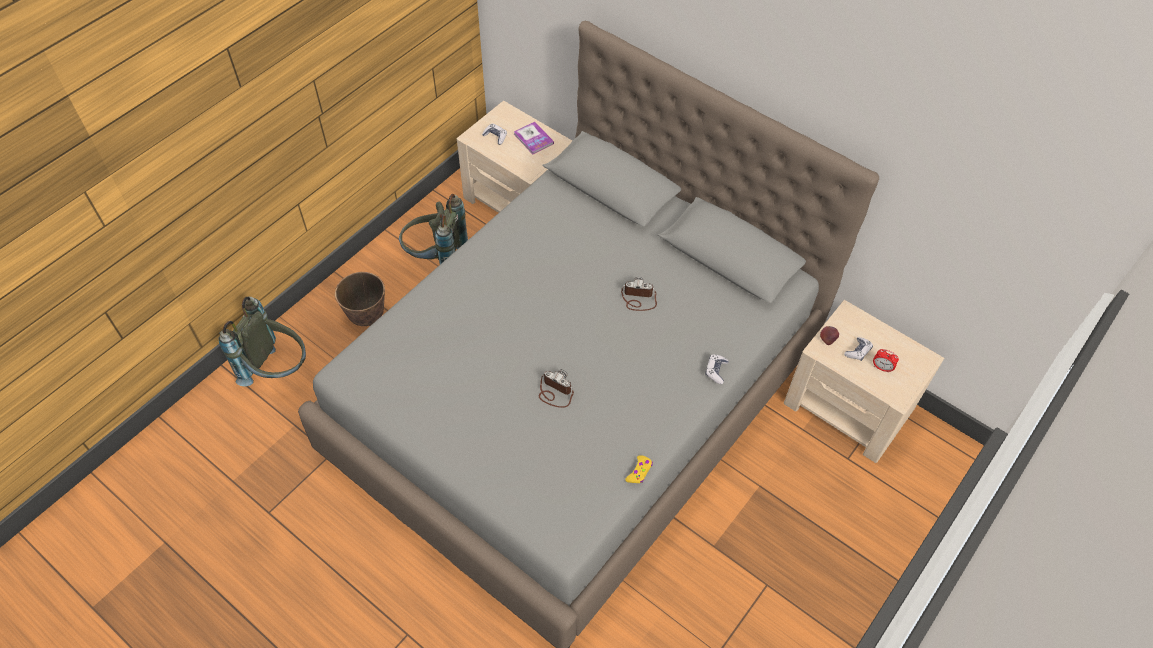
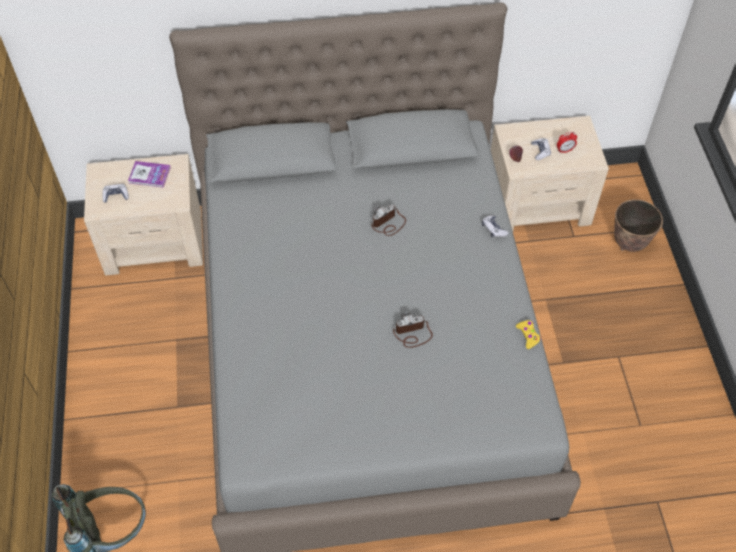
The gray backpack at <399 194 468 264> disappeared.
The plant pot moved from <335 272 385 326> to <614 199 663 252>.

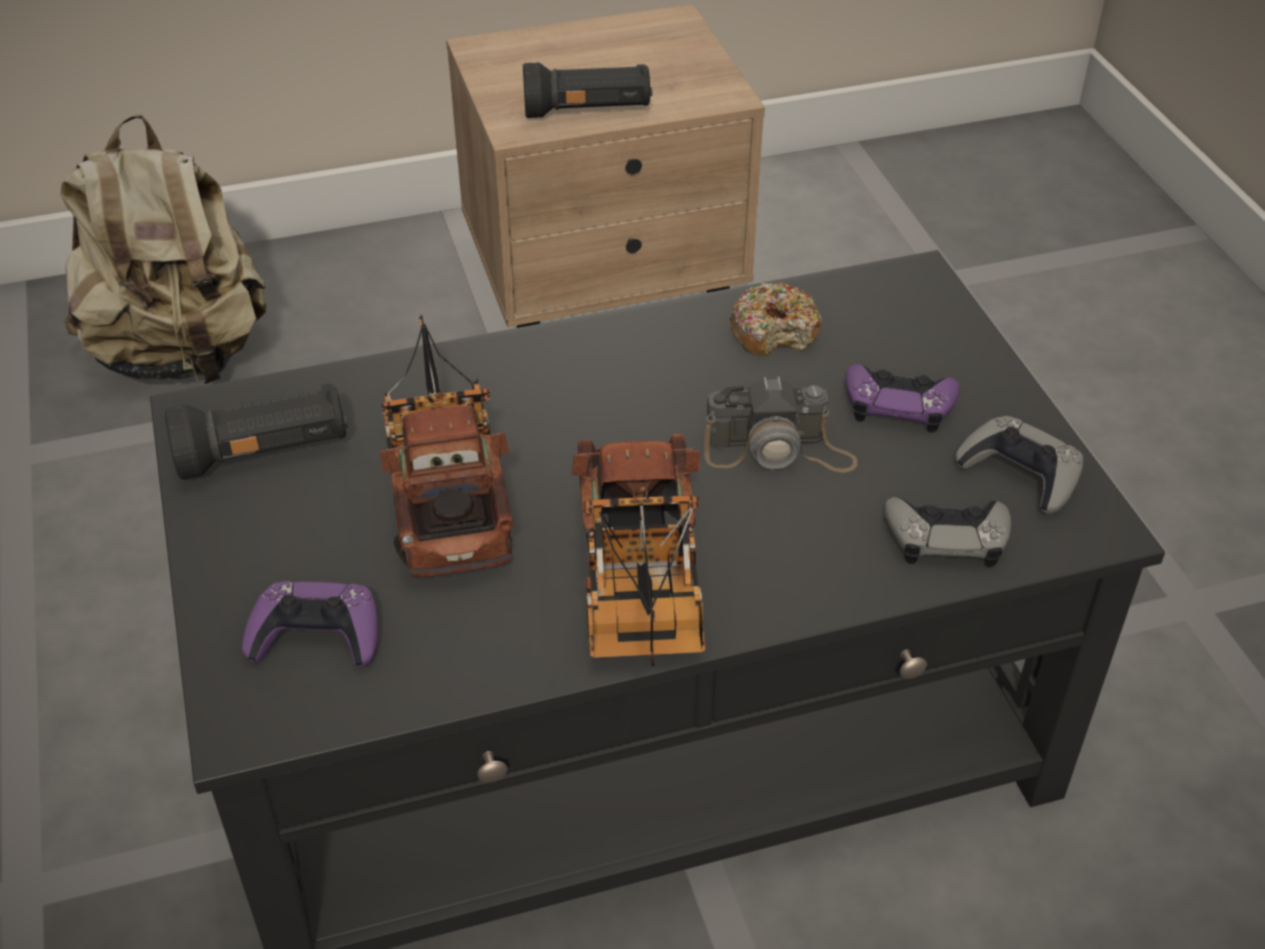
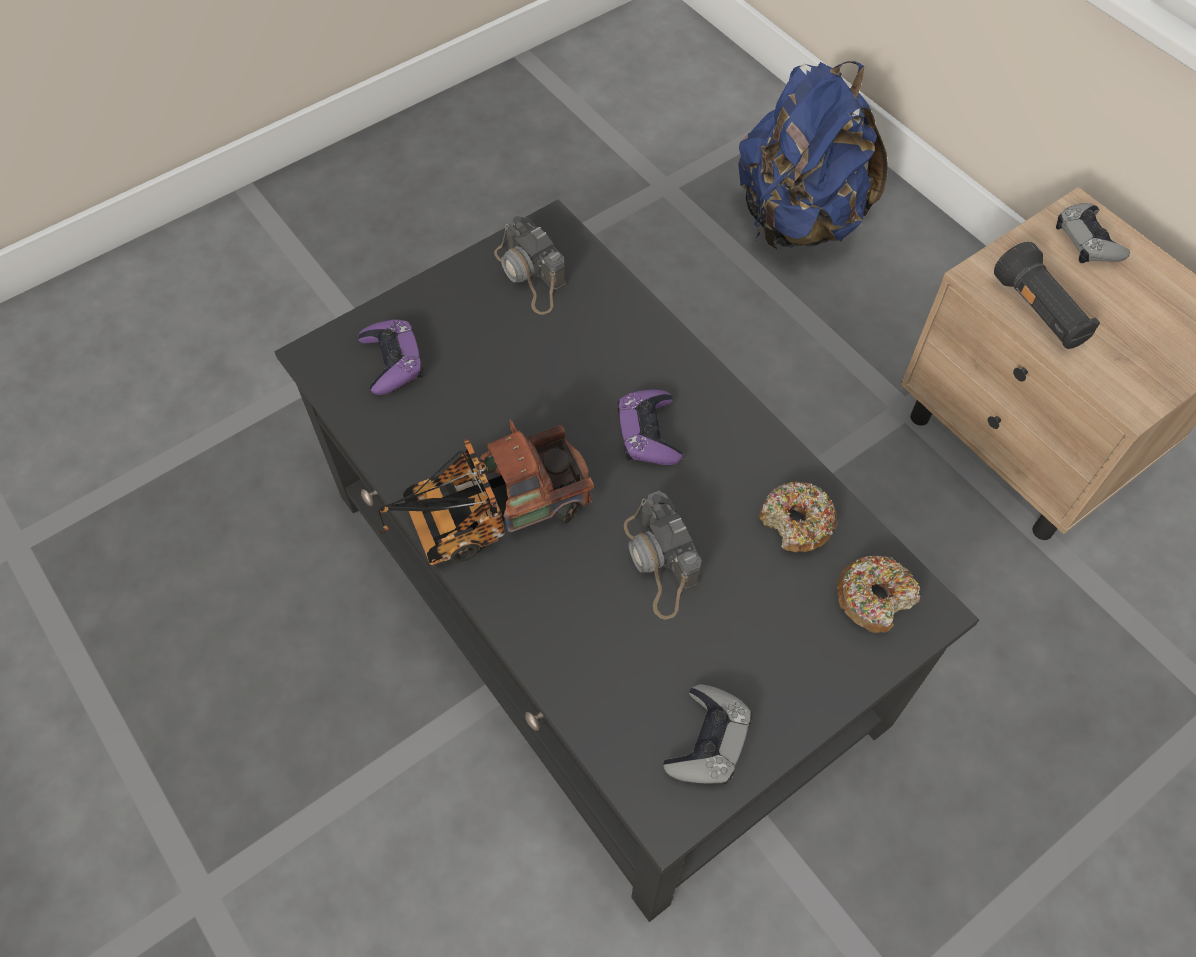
The model truck at <380 315 513 577> disappeared.
The donut at <837 556 921 633> appeared.
The purple-coloured gamepad moved from <845 364 960 433> to <617 390 683 465>.
The gray gamepad moved from <885 497 1011 567> to <1056 203 1130 263>.
The black-coloured flashlight at <164 383 348 479> was replaced by the still camera at <494 214 566 315>.
The beige-coloured backpack at <60 114 266 387> became the bluish backpack at <738 61 888 249>.

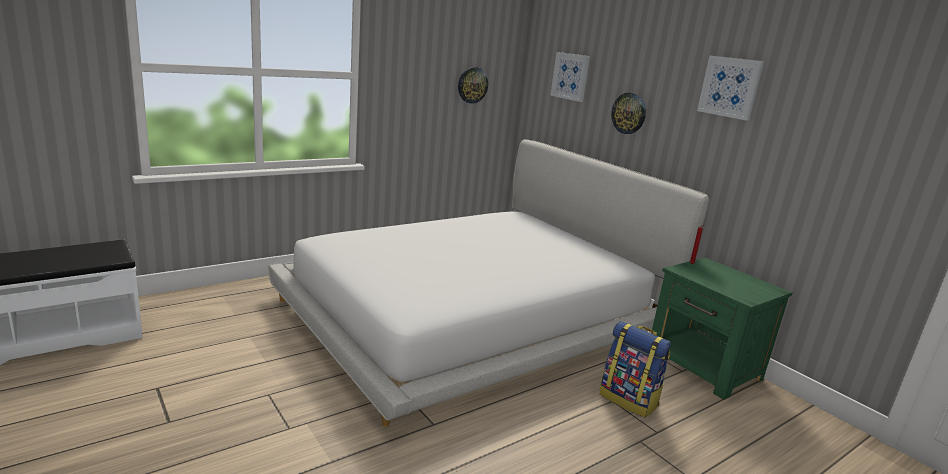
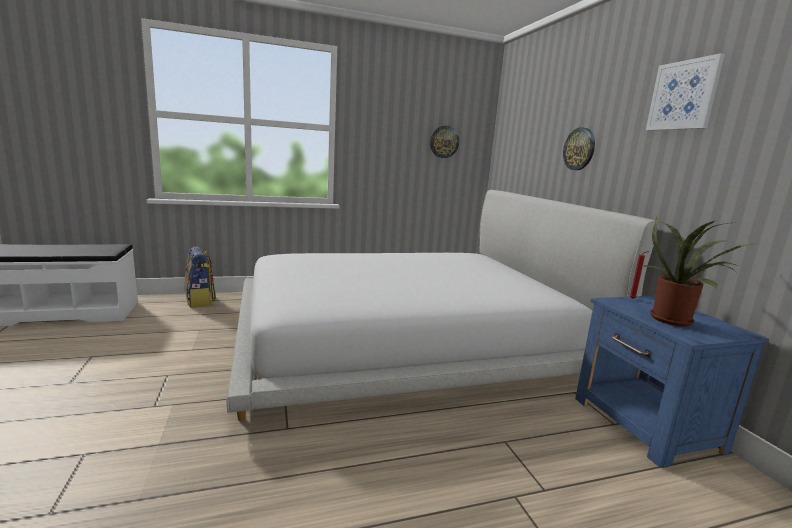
The wall picture at <550 52 590 102> disappeared.
The potted plant at <644 216 753 327> appeared.
The backpack moved from <599 321 671 418> to <185 247 216 308>.
The green-coloured nightstand at <651 257 792 400> became the bluish nightstand at <575 295 769 468>.

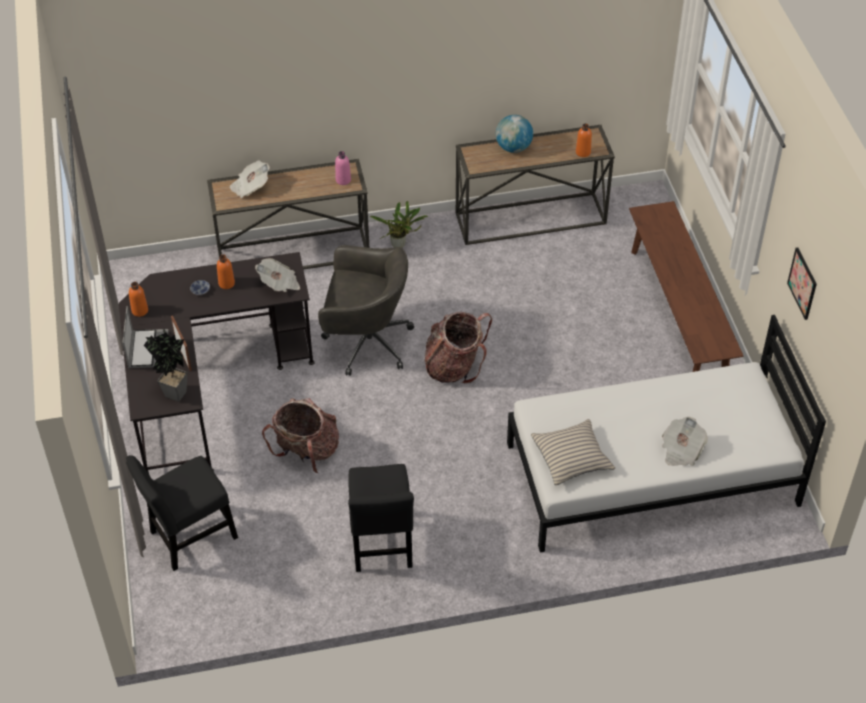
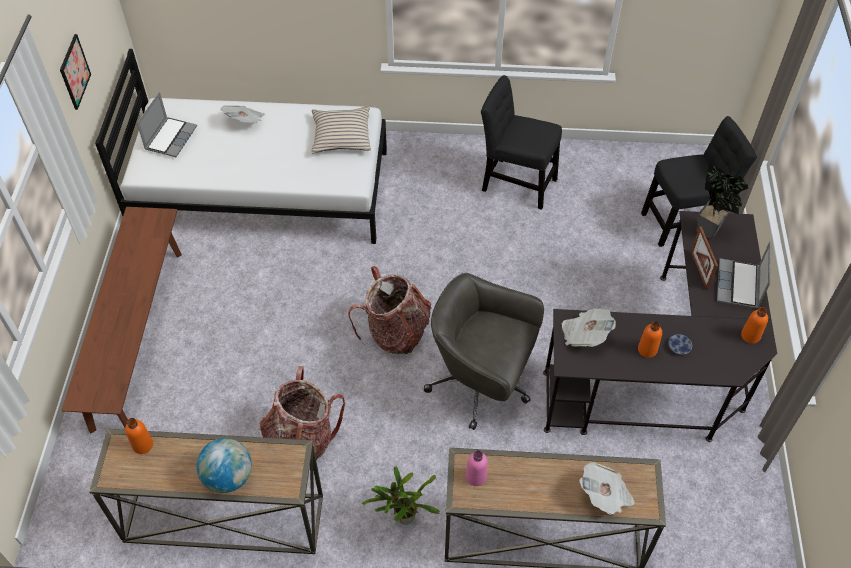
The portable computer at <137 92 197 157> appeared.
The backpack moved from <262 398 339 473> to <259 366 345 460>.
The black-coloured chair at <348 464 414 572> turned 75 degrees counterclockwise.

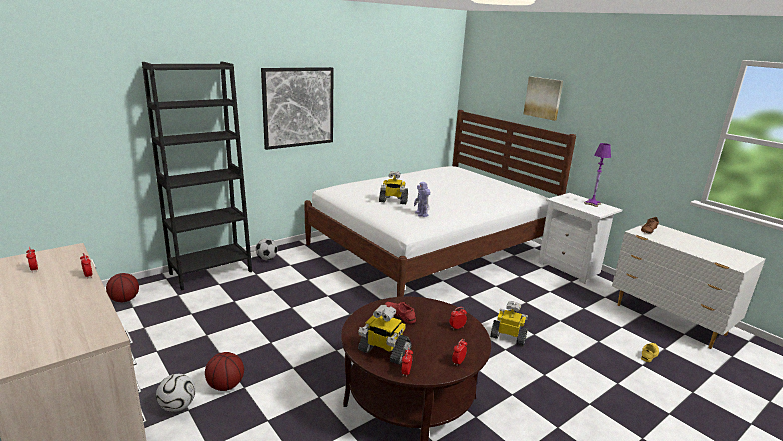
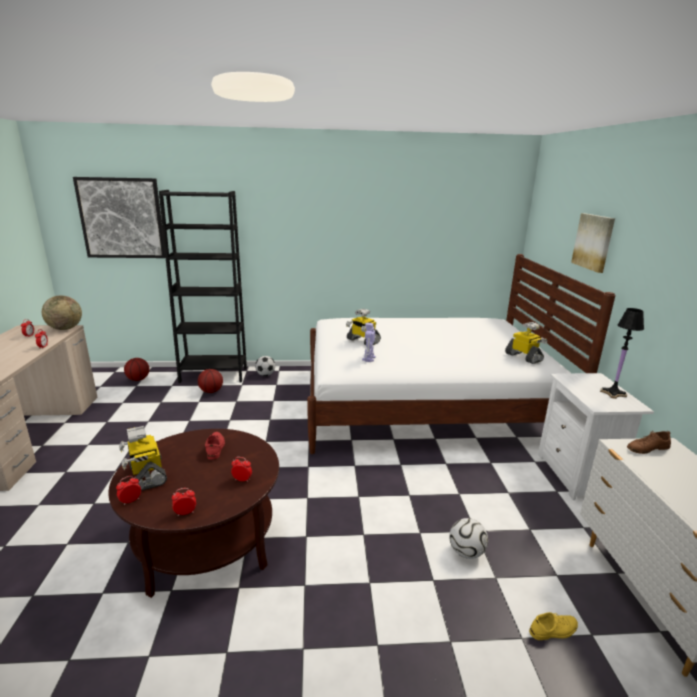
The desk globe at <42 296 82 330> appeared.
The ball for football moved from <156 374 195 412> to <449 518 488 559>.
The basketball moved from <205 352 244 391> to <198 369 223 393>.
The wall picture moved from <261 67 334 150> to <73 177 166 258>.
The toy robot moved from <490 301 528 346> to <505 322 547 364>.
The purple-coloured tabletop lamp at <584 143 611 207> became the black-coloured tabletop lamp at <600 308 644 399>.

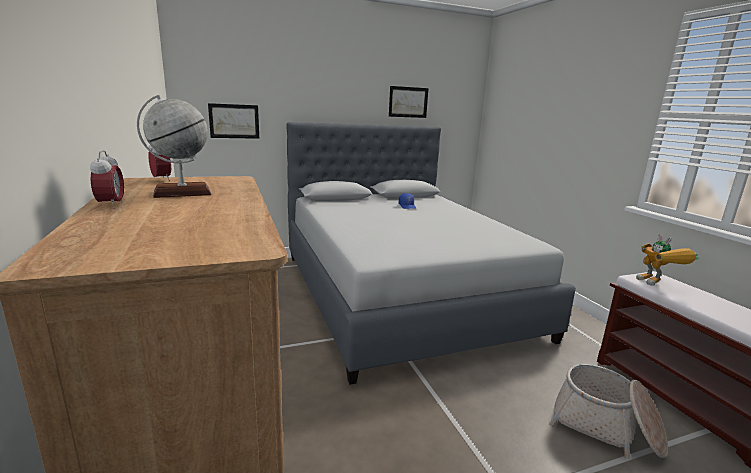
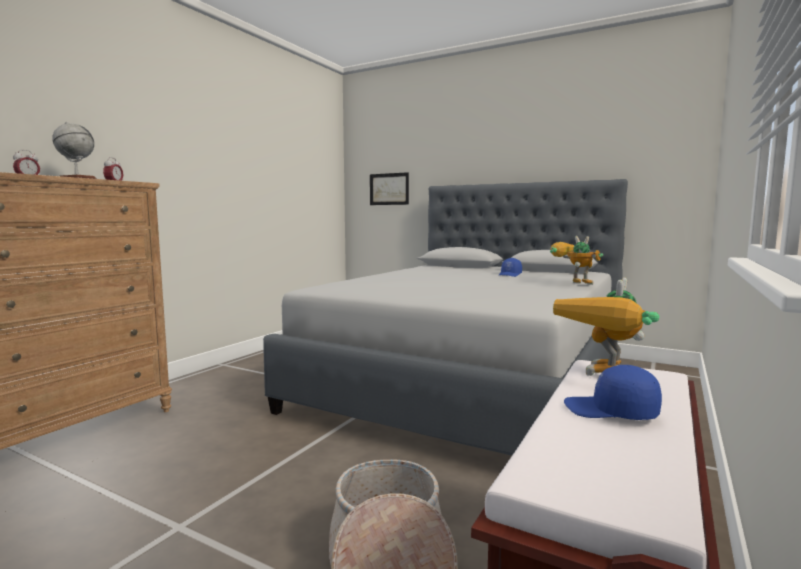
The wall picture at <389 86 429 118> disappeared.
The toy robot at <550 236 603 285> appeared.
The bluish baseball cap at <564 365 662 420> appeared.

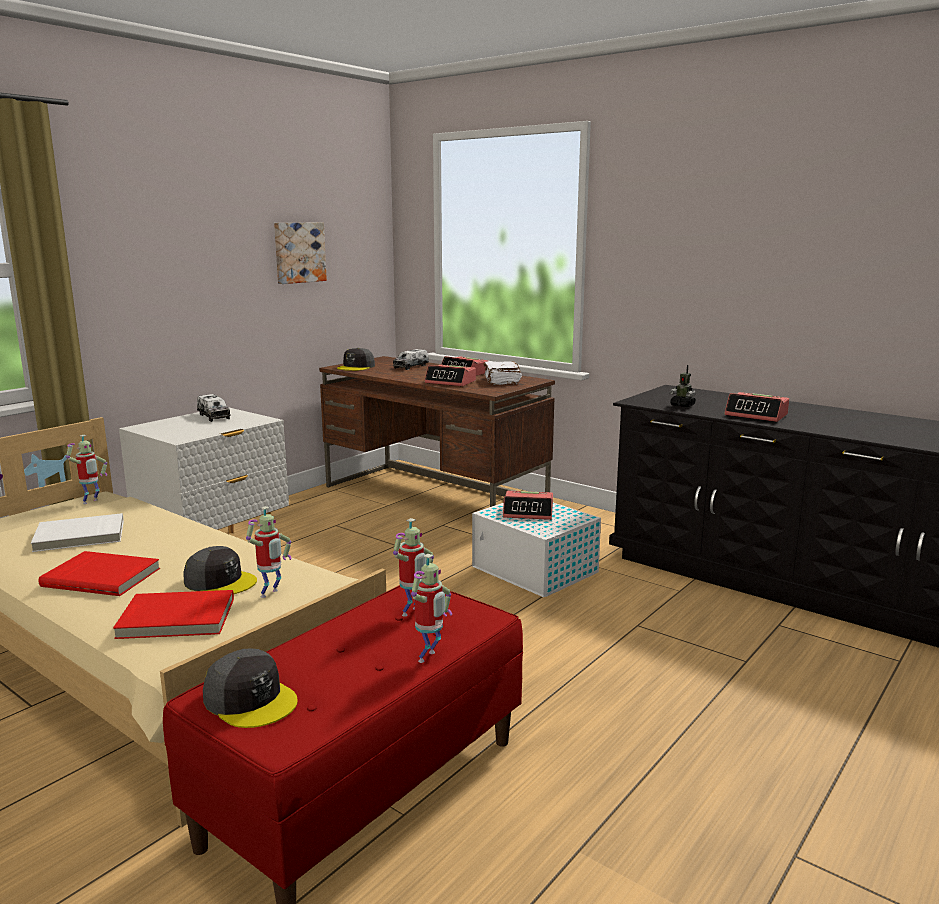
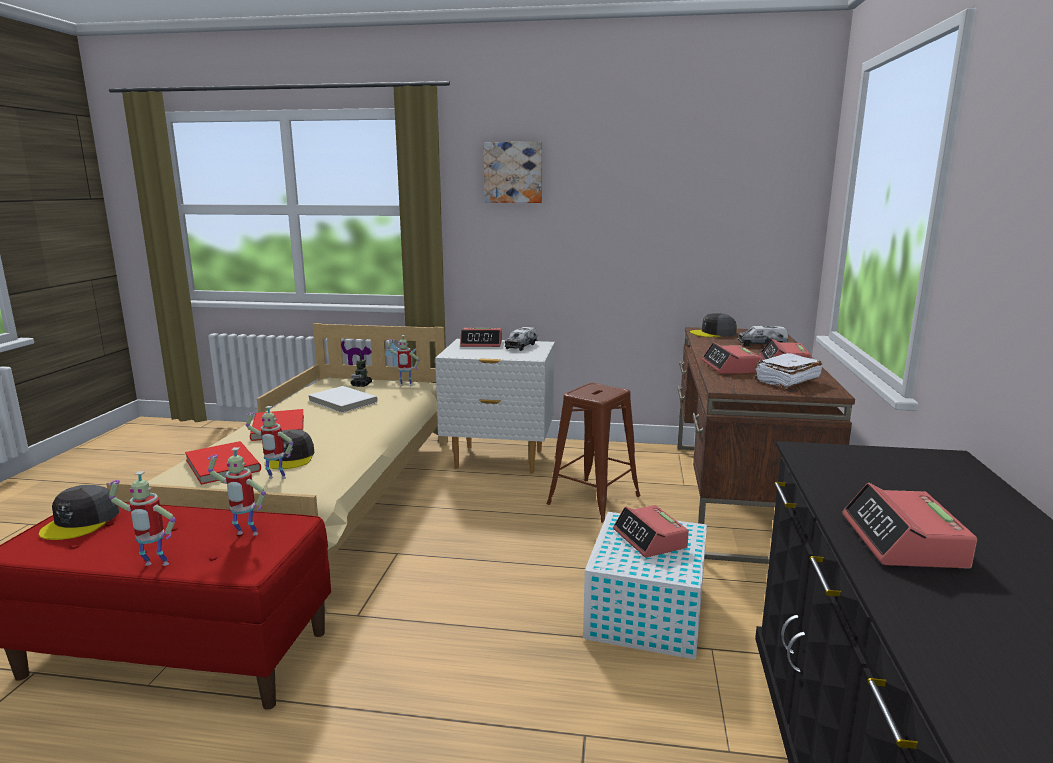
The bedside clock at <460 328 502 347> appeared.
The brown sitting stool at <546 383 640 523> appeared.
The wall picture moved from <274 223 327 284> to <483 142 542 203>.
The toy robot moved from <669 365 696 407> to <351 354 372 387>.

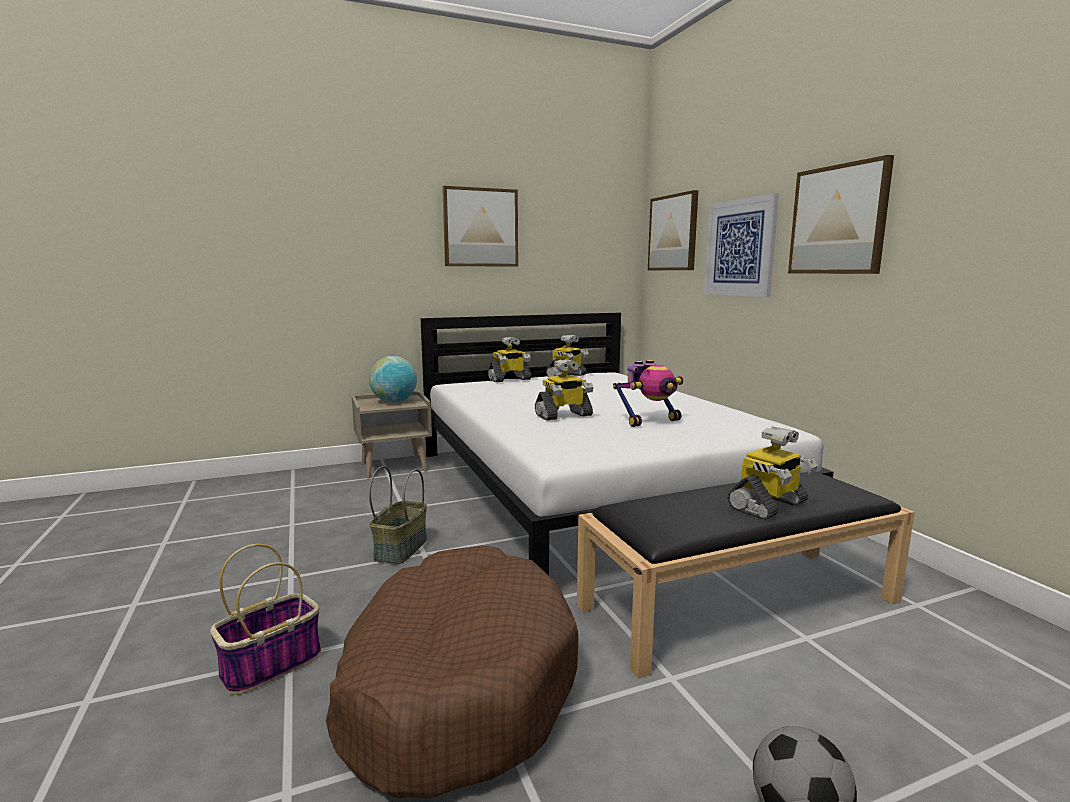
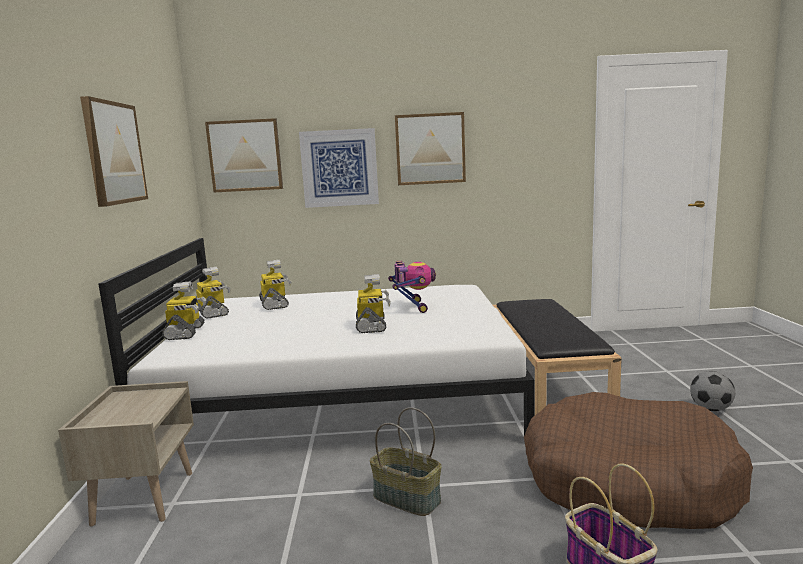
The desk globe at <369 356 417 403> disappeared.
The toy robot moved from <727 426 818 520> to <259 260 291 310>.

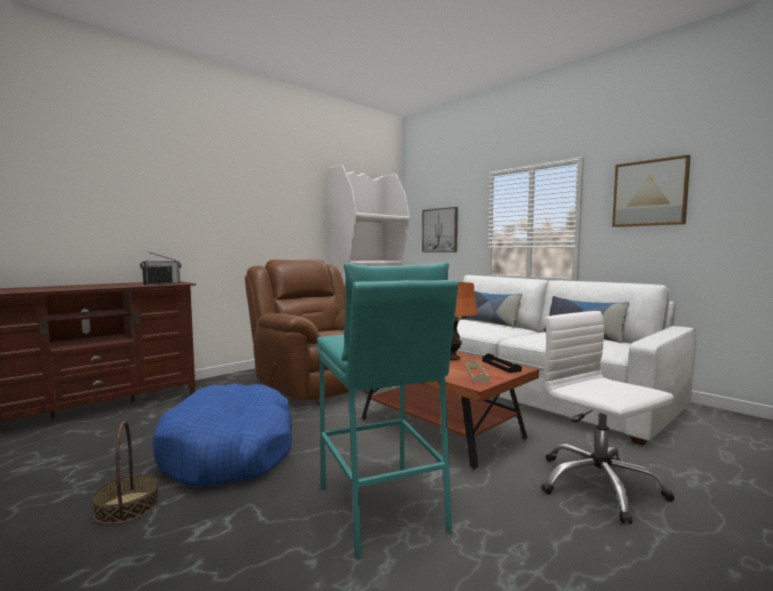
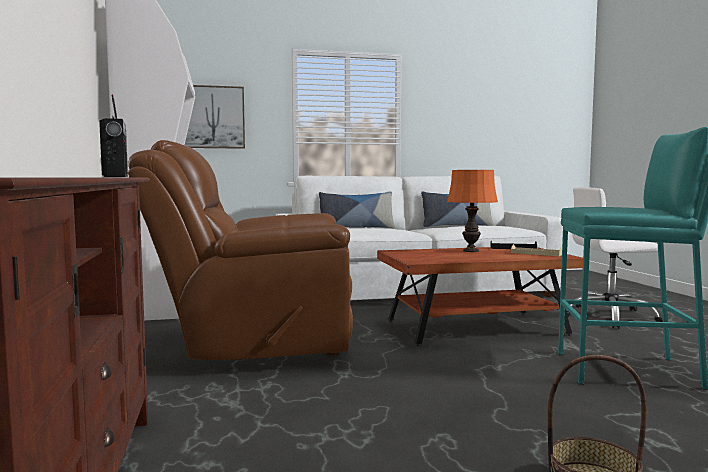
The bluish dog cushion at <152 383 292 487> disappeared.
The wall picture at <612 155 691 227> disappeared.

